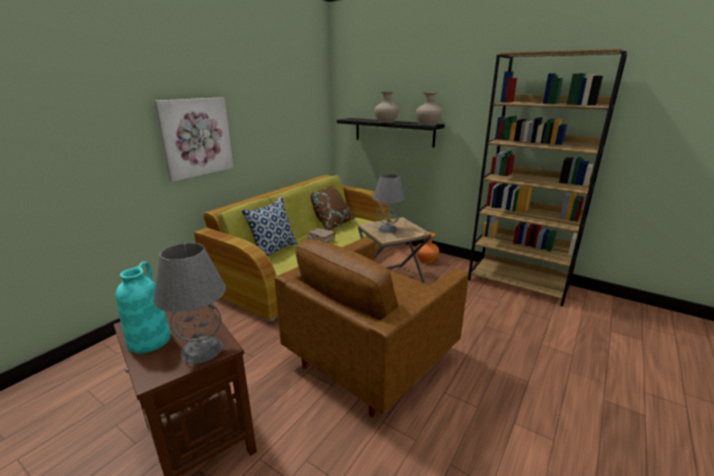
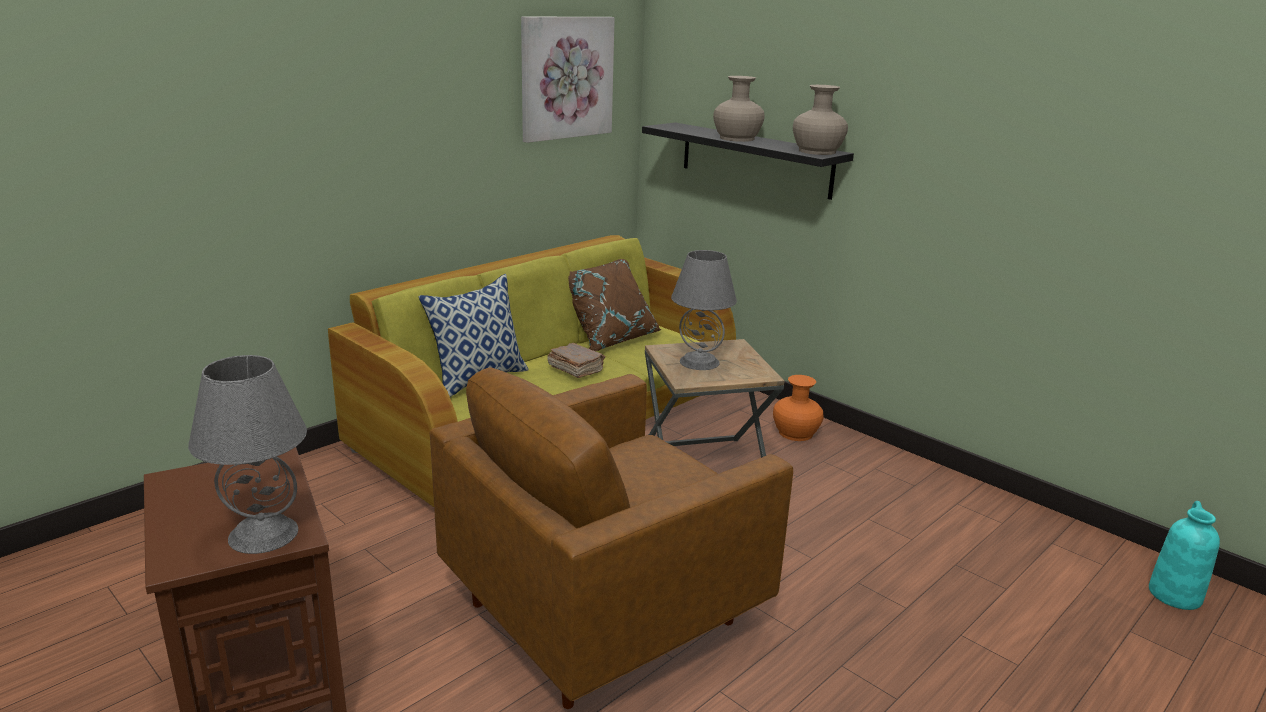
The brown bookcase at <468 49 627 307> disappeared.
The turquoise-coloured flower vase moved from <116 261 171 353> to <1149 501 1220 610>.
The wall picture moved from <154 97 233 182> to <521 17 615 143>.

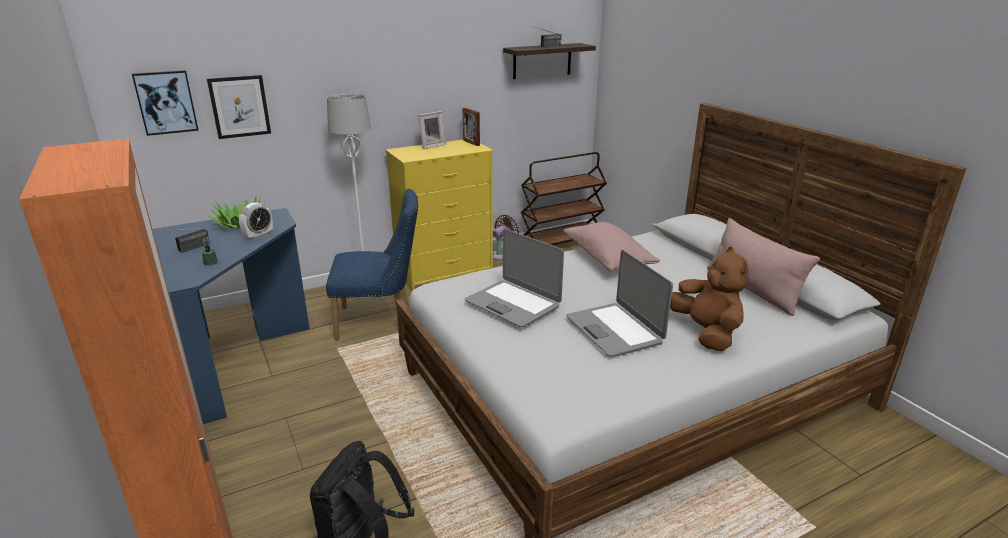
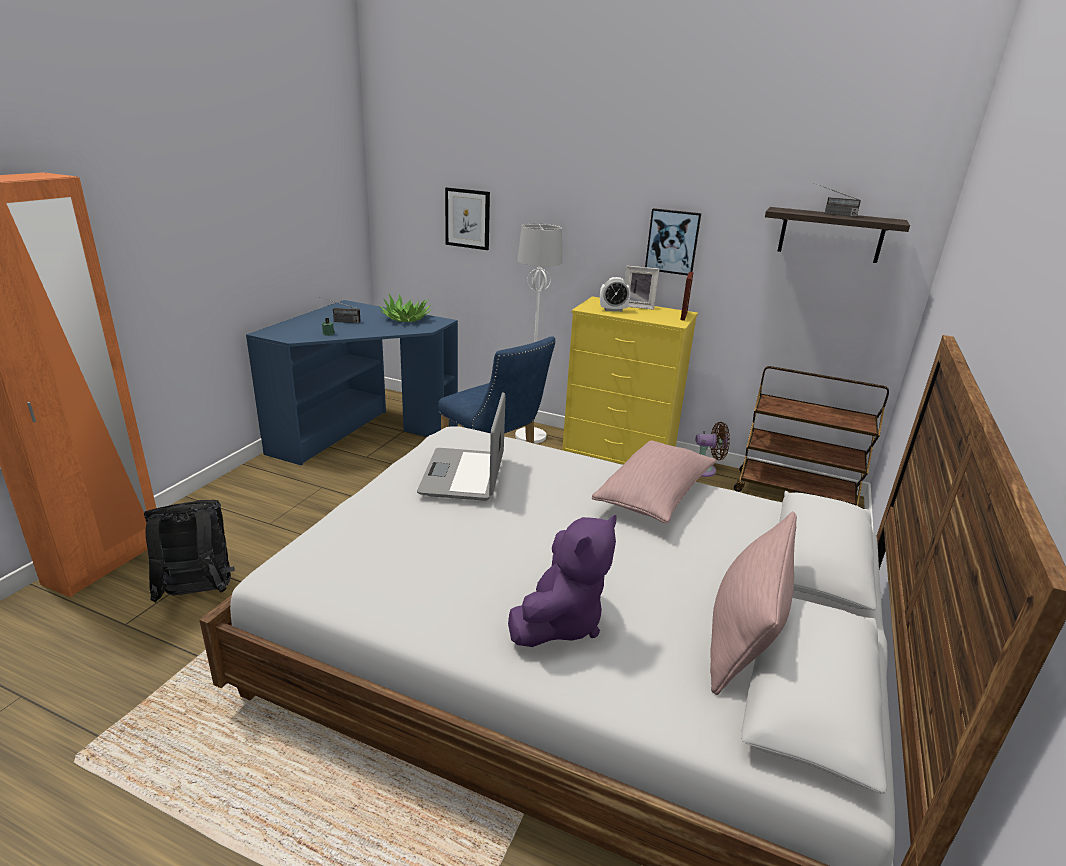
The portable computer at <566 250 673 357> disappeared.
The wall picture moved from <132 70 199 136> to <645 208 701 275>.
The bedside clock moved from <239 202 273 240> to <600 277 631 312>.
The brown cuddly toy at <670 247 749 352> became the purple-coloured cuddly toy at <508 515 617 647>.

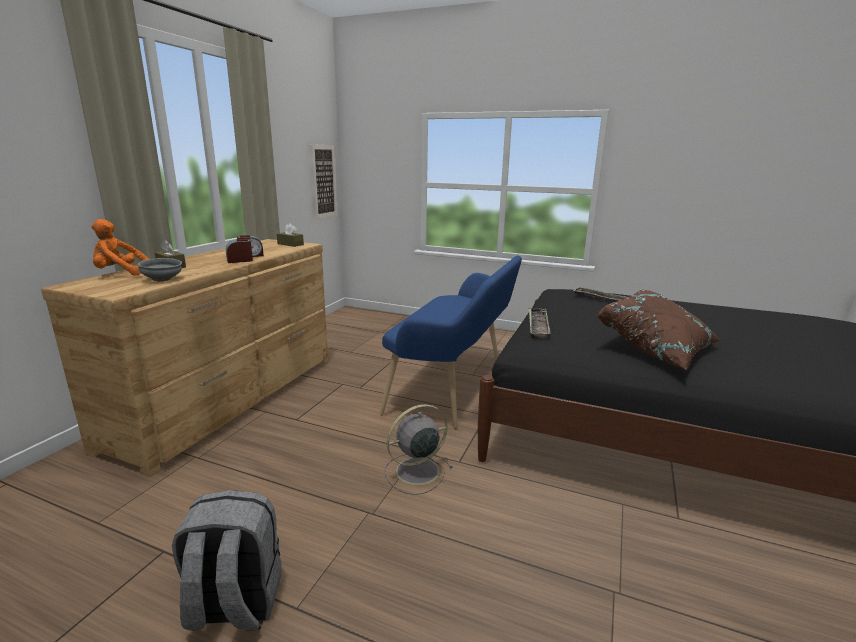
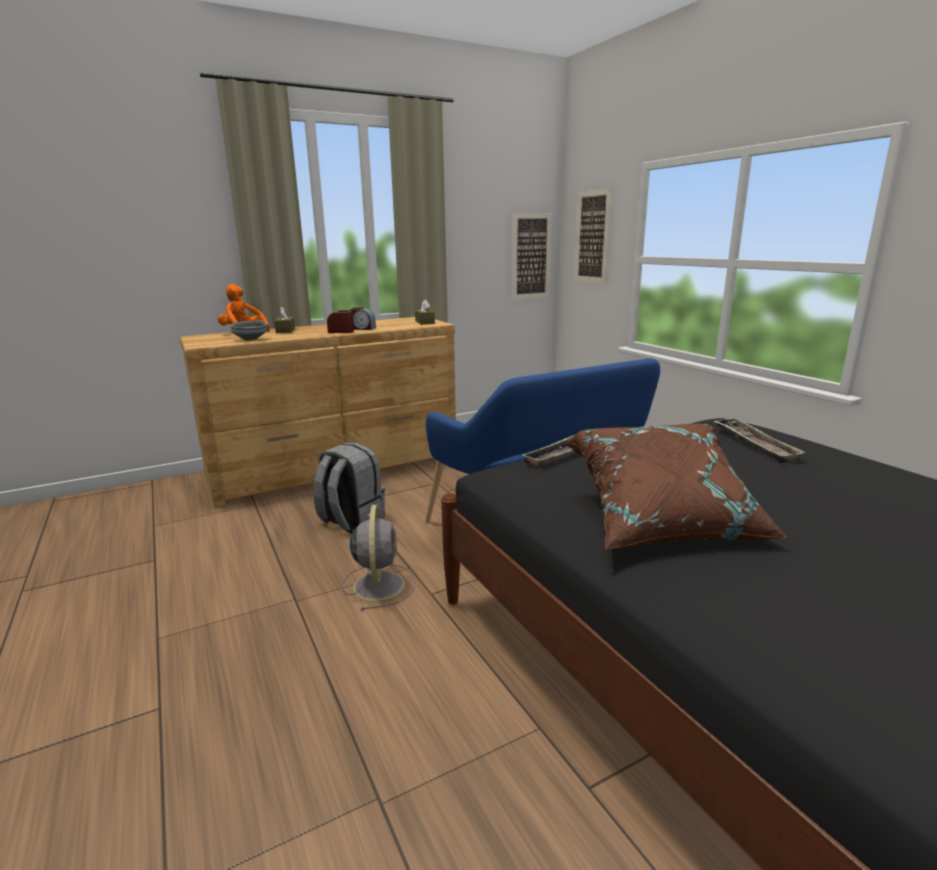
The wall picture at <574 188 612 283> appeared.
The gray backpack moved from <172 490 282 631> to <313 443 385 534>.
The gray electric fan at <384 404 453 495> turned 75 degrees clockwise.

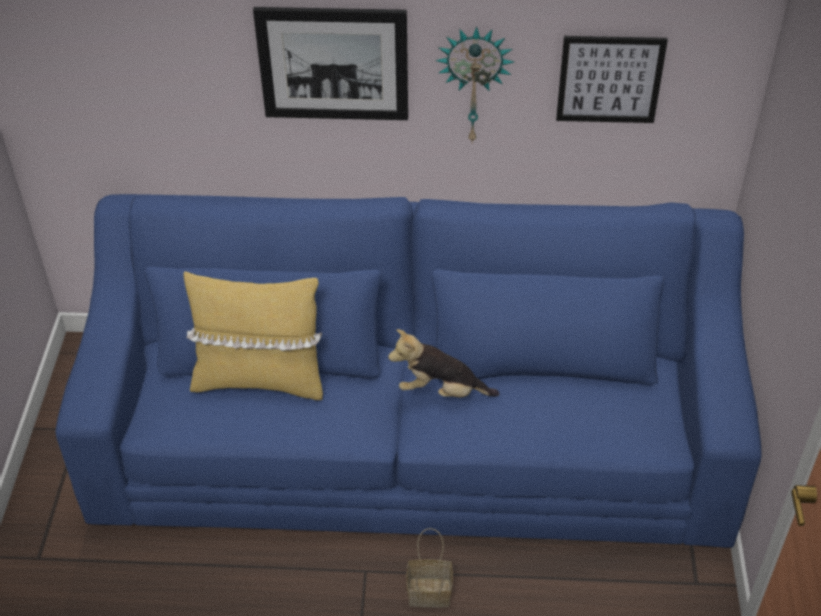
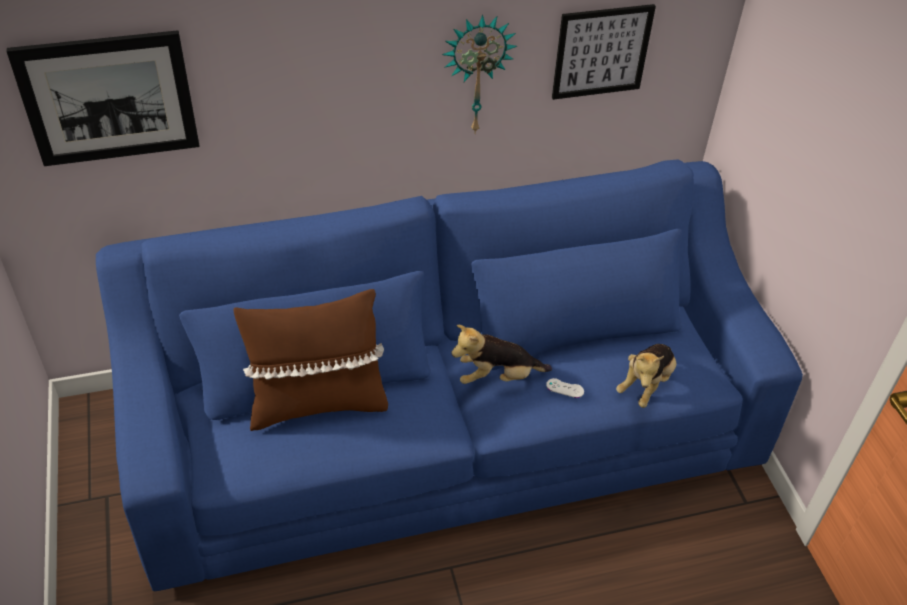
The household basket at <407 528 453 608> disappeared.
The white gamepad at <546 378 584 398> appeared.
The cuddly toy at <616 344 677 408> appeared.
The wall picture moved from <253 7 408 120> to <6 30 200 166>.
The yellow throw pillow at <183 271 323 400> became the brown throw pillow at <233 289 388 431>.

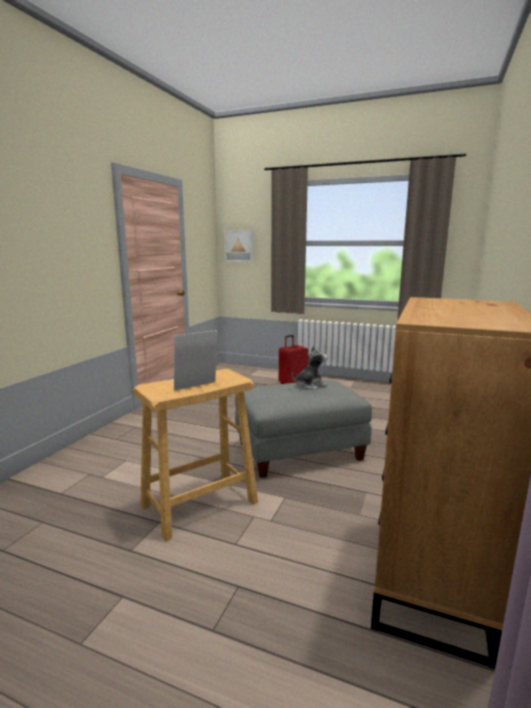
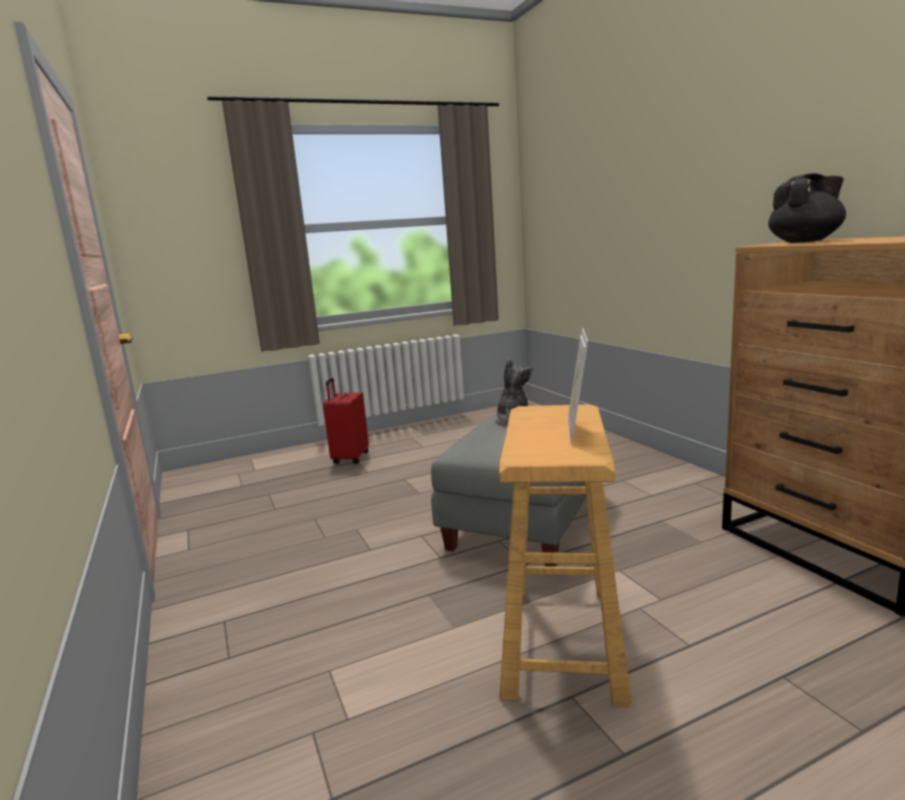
The wall picture at <224 230 253 261> disappeared.
The black-coloured teapot at <768 173 846 243> appeared.

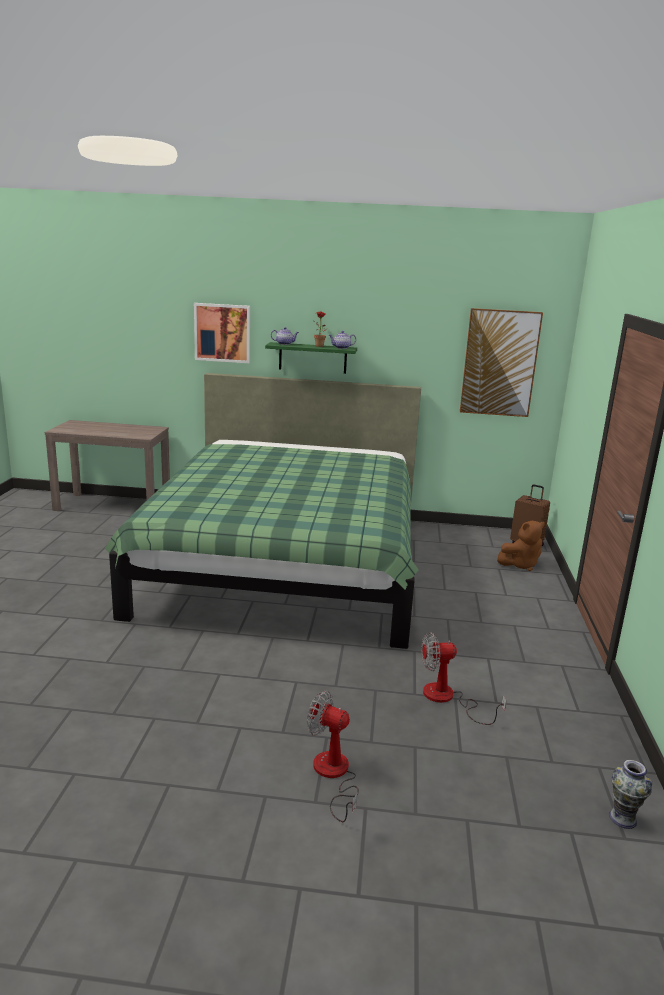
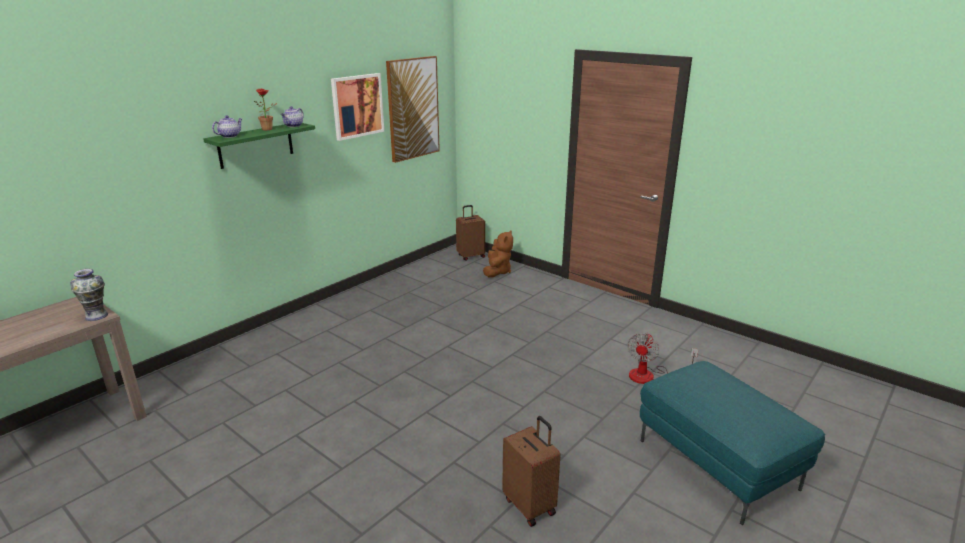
The green-coloured bedroom bed at <104 373 421 649> disappeared.
The brown travel case at <502 416 561 527> appeared.
The wall picture moved from <194 303 250 363> to <331 73 384 141>.
The flower vase moved from <609 760 652 829> to <70 269 108 321>.
The electric fan at <307 691 359 822> was replaced by the turquoise-coloured ottoman at <640 361 825 525>.

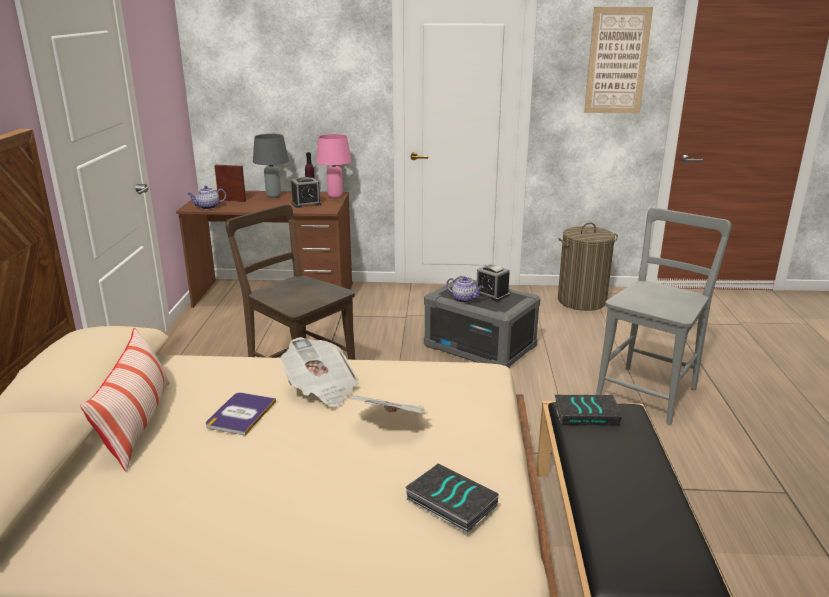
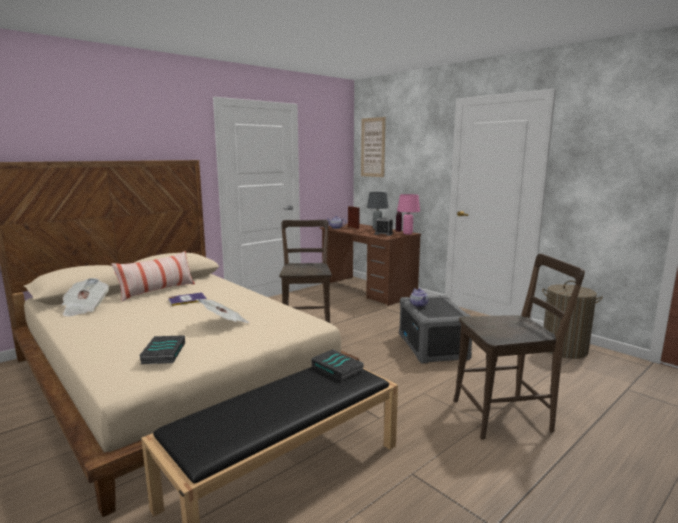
The bedside clock at <476 264 510 301> disappeared.
The printed paper moved from <281 337 359 407> to <61 278 109 317>.
The wall picture moved from <584 7 653 113> to <361 117 386 177>.
The gray chair at <596 208 732 425> became the brown chair at <453 254 585 440>.

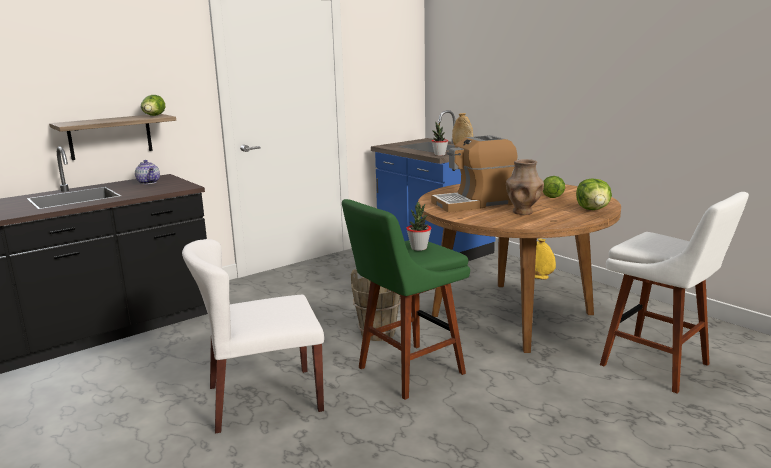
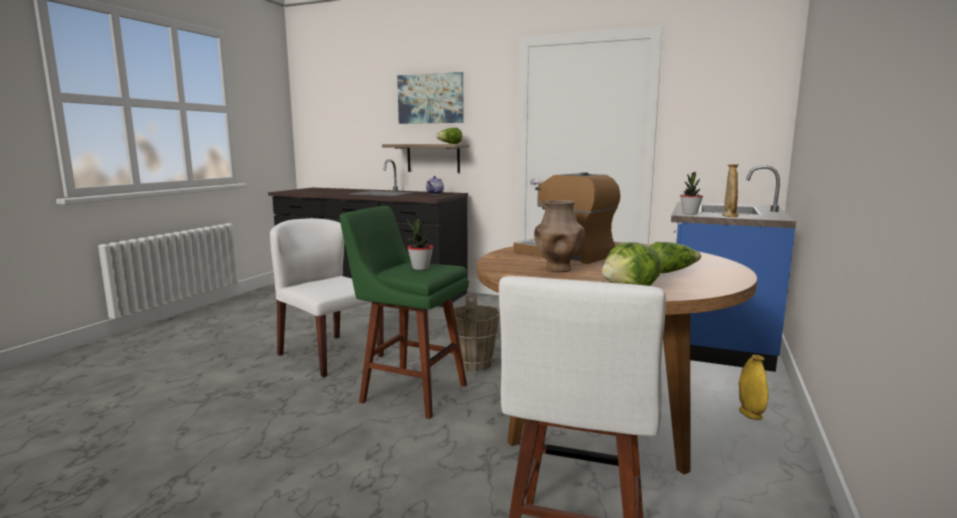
The wall picture at <397 72 464 124> appeared.

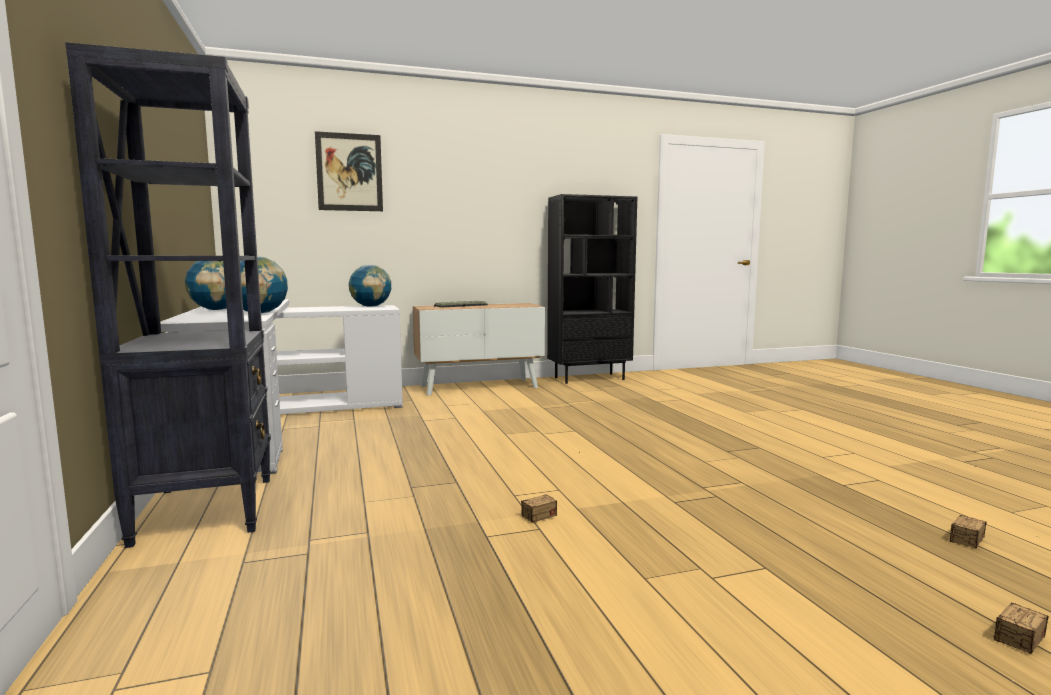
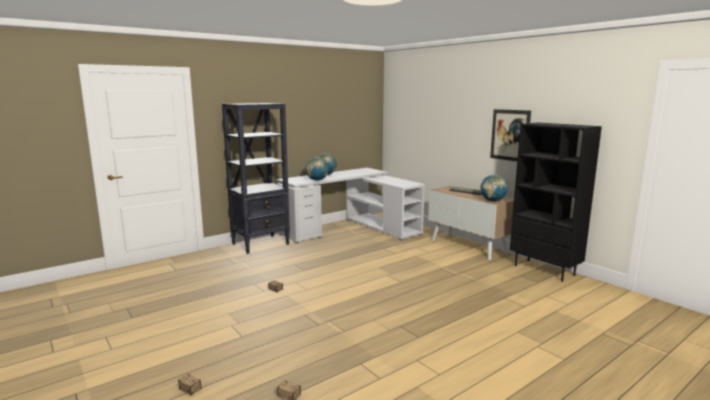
The wall picture moved from <315 131 383 211> to <490 109 531 161>.
The desk globe moved from <349 265 391 306> to <480 175 508 201>.

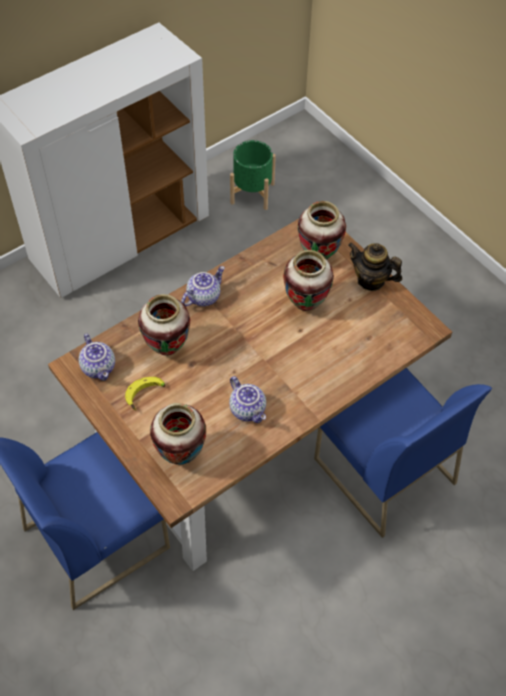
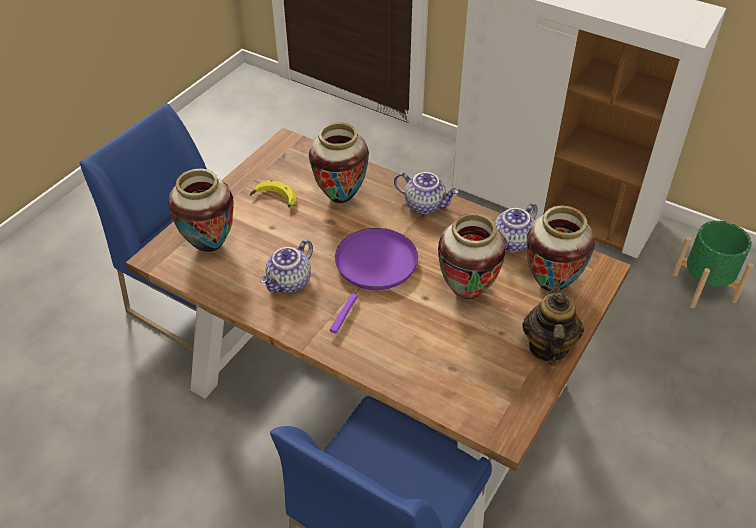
The purple-coloured frying pan at <330 228 418 334> appeared.
The teapot moved from <79 333 115 381> to <494 203 538 252>.

